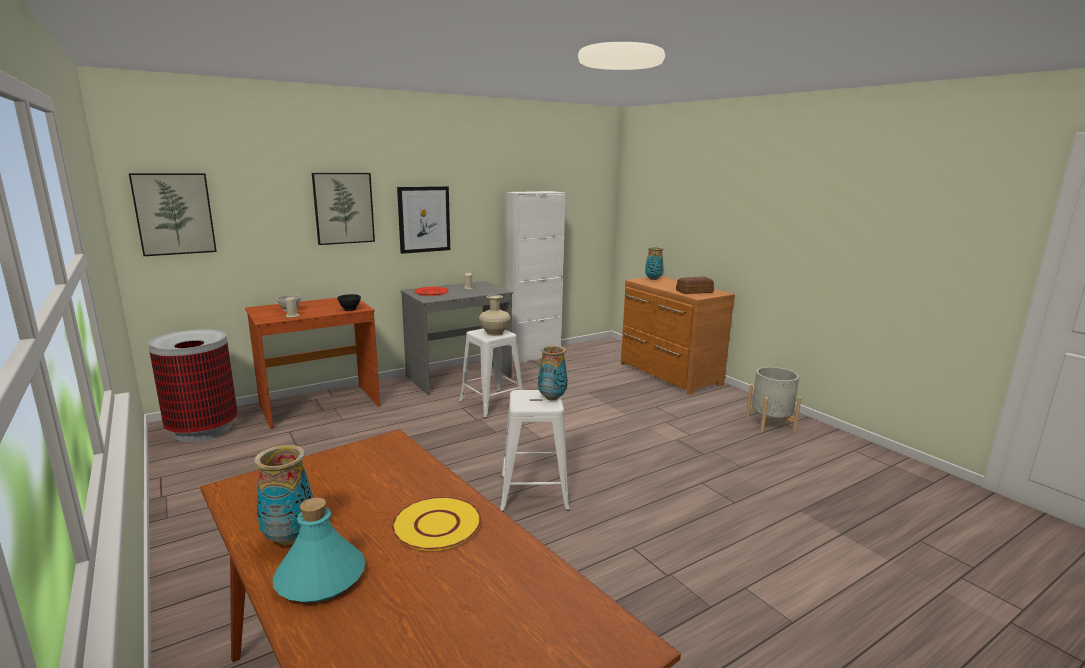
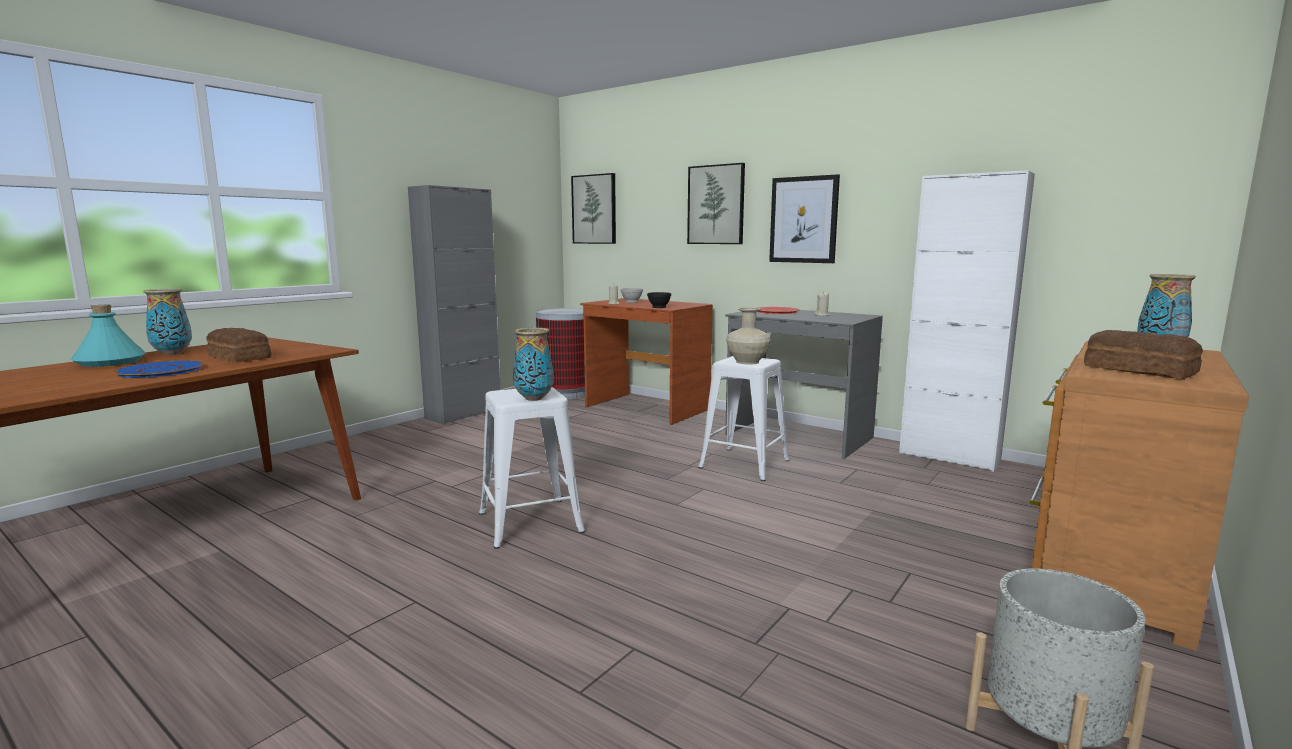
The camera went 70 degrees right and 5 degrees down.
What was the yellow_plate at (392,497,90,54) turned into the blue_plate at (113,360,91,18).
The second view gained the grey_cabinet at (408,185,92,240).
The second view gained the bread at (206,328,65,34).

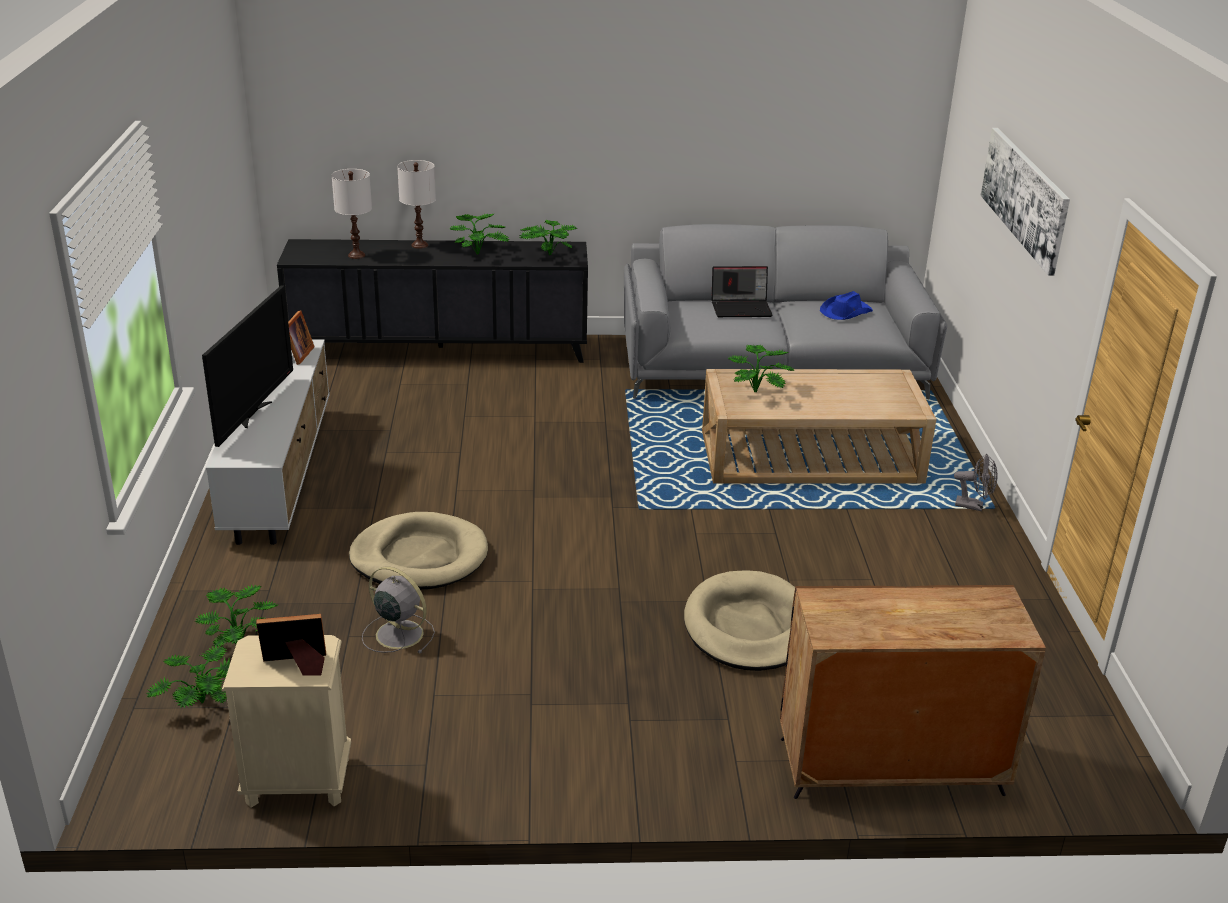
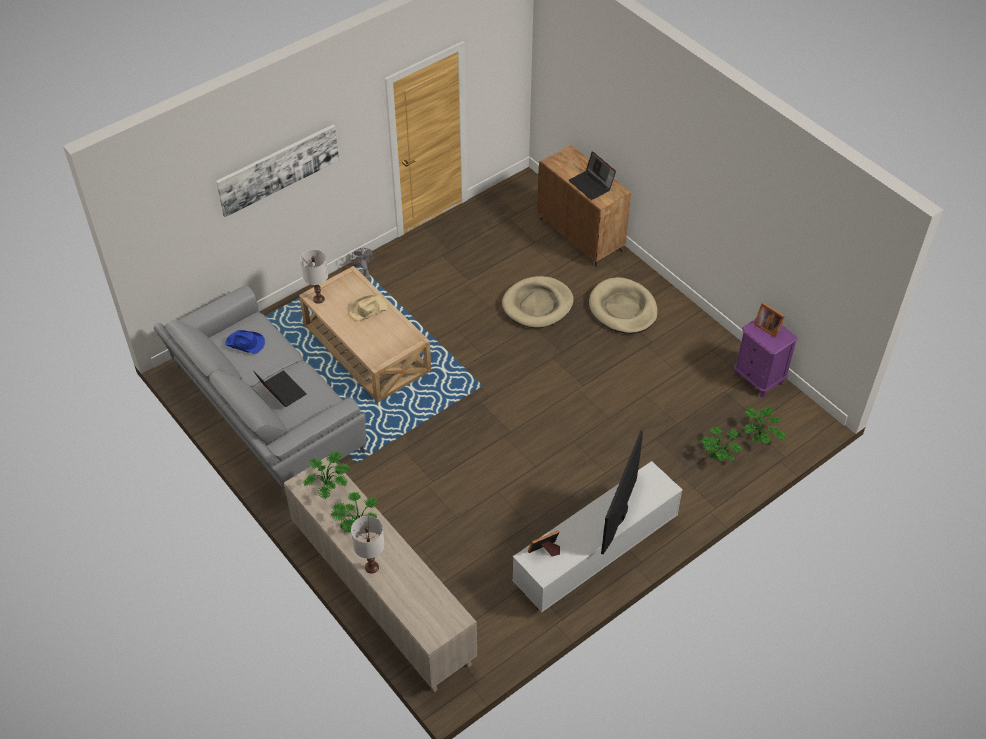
The camera went 125 degrees left and 20 degrees up.
The white_table_lamp ended up elsewhere, having gone from (332,169,40,90) to (300,249,28,55).
What was the black_cabinet at (277,239,311,124) turned into the beige_cabinet at (284,455,193,237).
The television at (202,285,91,162) ended up facing another way, 45 degrees counterclockwise from before.
The second view lost the potted_plant at (729,345,65,48).
The beige_dog_bed ended up elsewhere, having gone from (349,512,139,78) to (589,277,69,57).
The second view lost the grey_fan at (362,567,73,86).
What was the beige_nightstand at (222,635,129,173) turned into the purple_nightstand at (734,320,64,77).
The second view gained the laptop at (569,151,47,49).
The second view gained the beige_hat at (349,295,39,26).

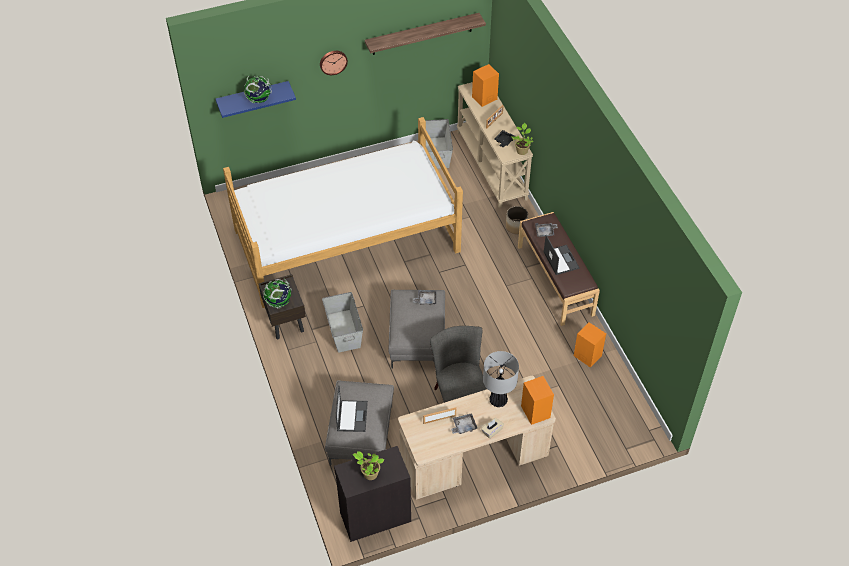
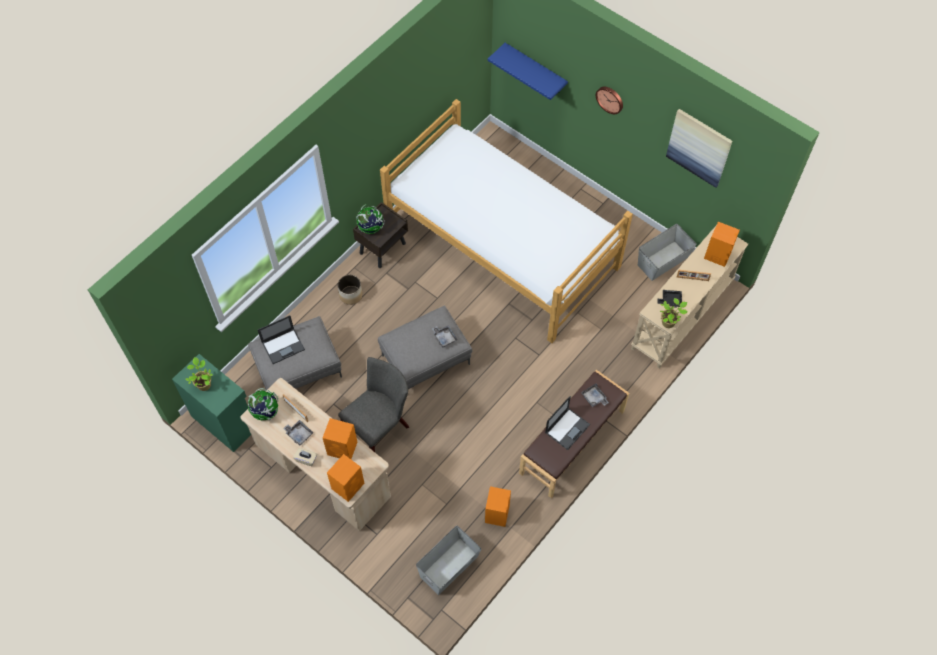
The camera went 60 degrees right and 10 degrees up.
Where the shelf hung at (365,13,121,42), the picture came to hang at (666,109,66,79).
The globe ended up elsewhere, having gone from (244,75,28,28) to (248,388,30,32).
The planter ended up elsewhere, having gone from (506,206,22,28) to (337,275,26,30).
The grey_storage_box ended up elsewhere, having gone from (322,292,41,61) to (416,526,65,69).
Where the table_lamp stood at (483,351,36,56), the orange_speaker came to stand at (323,418,34,41).
What was the black_cabinet at (334,446,77,96) turned into the green_cabinet at (172,354,79,98).

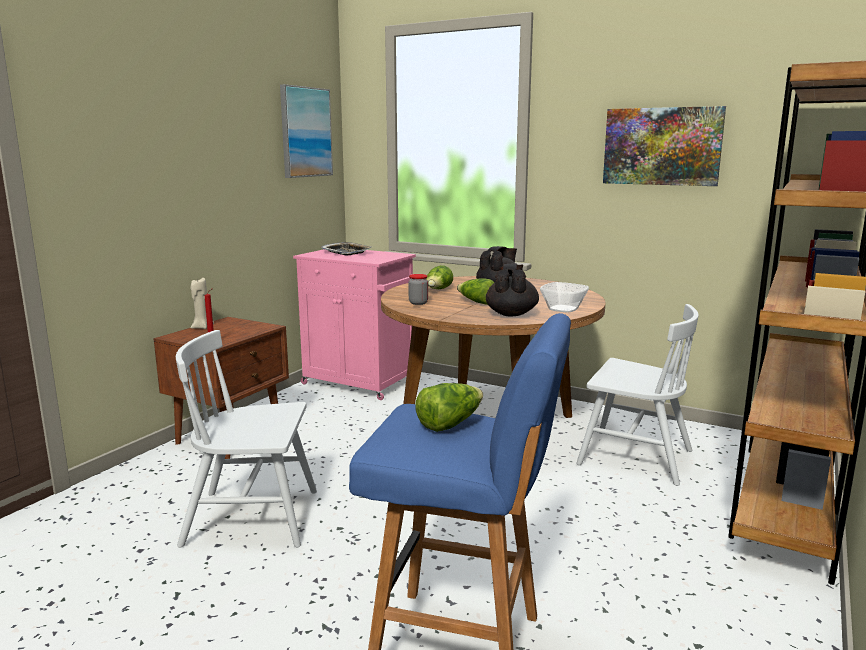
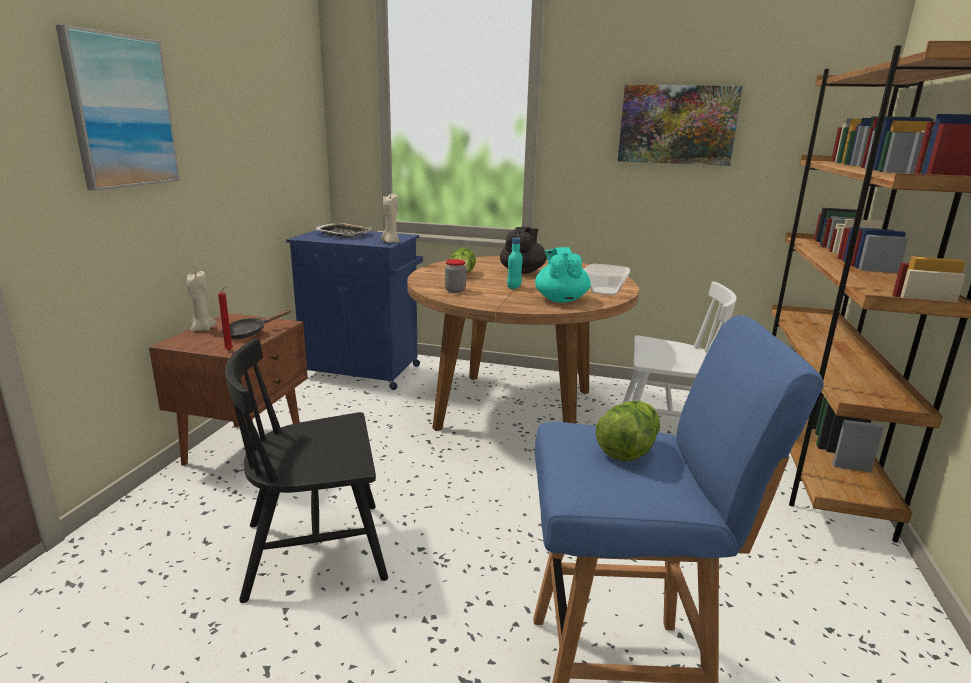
The camera went 15 degrees left and 5 degrees up.
The picture ended up elsewhere, having gone from (280,84,53,94) to (56,25,124,166).
What was the pink_cabinet at (293,249,123,151) turned into the blue_cabinet at (286,230,137,160).
What was the black_teapot at (486,264,53,52) turned into the turquoise_teapot at (535,247,56,56).
Where the lettuce stood at (457,278,37,27), the turquoise_bottle came to stand at (507,238,16,51).
What was the white_chair at (176,330,141,217) turned into the black_chair at (225,338,163,265).
The second view gained the beige_candle at (381,194,18,49).
The second view gained the black_frying_pan at (221,310,70,29).

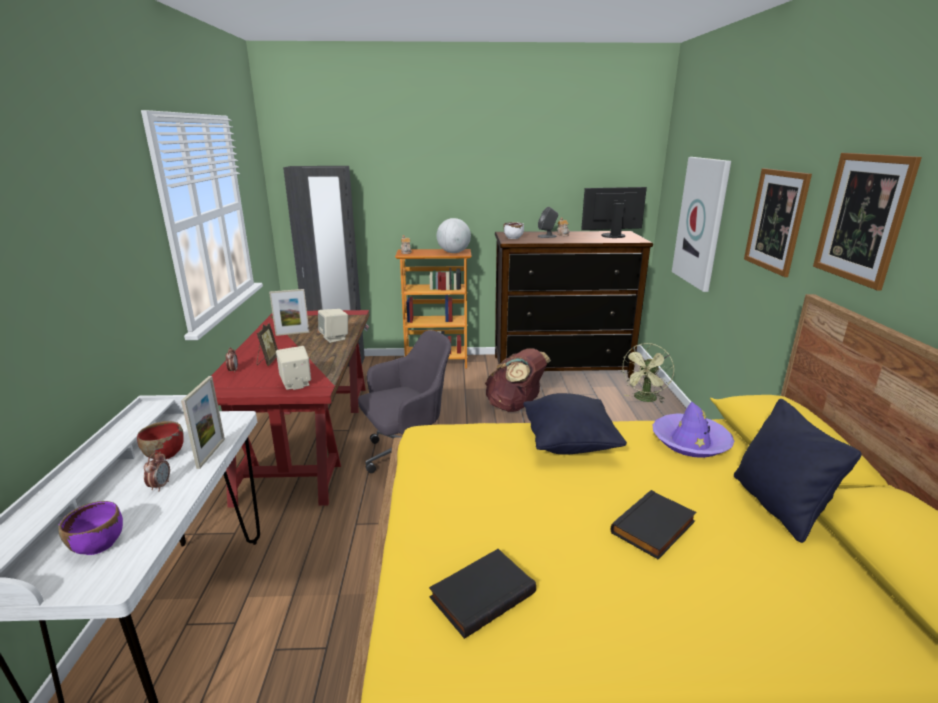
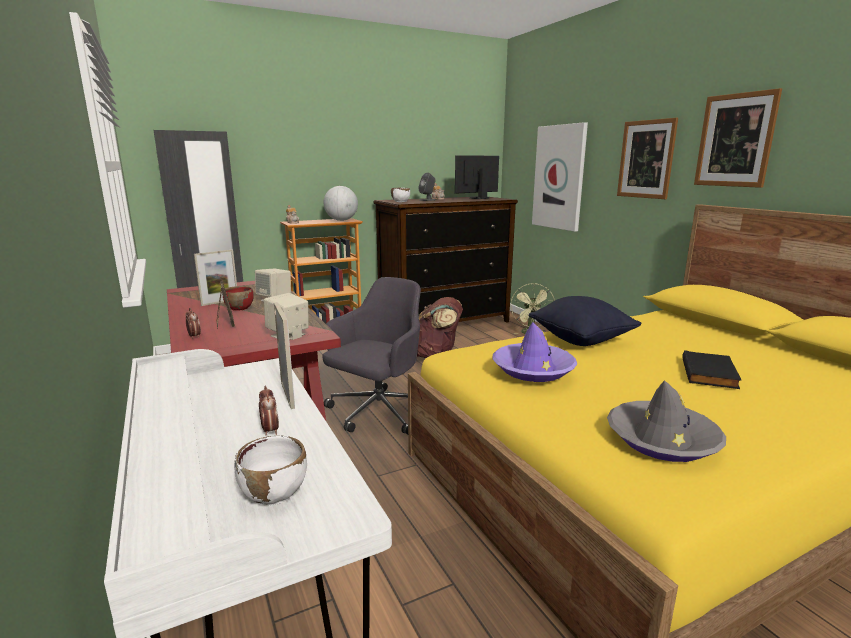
The camera went 25 degrees left and 5 degrees down.
The second view lost the black_pillow at (734,399,128,144).
The purple_hat ended up elsewhere, having gone from (652,402,83,56) to (492,322,85,60).
The red_bowl ended up elsewhere, having gone from (137,421,47,38) to (223,286,30,25).
What was the purple_bowl at (58,501,65,54) turned into the white_bowl at (234,436,73,69).
Where the black_book stood at (429,549,107,90), the grey_hat came to stand at (607,380,119,82).

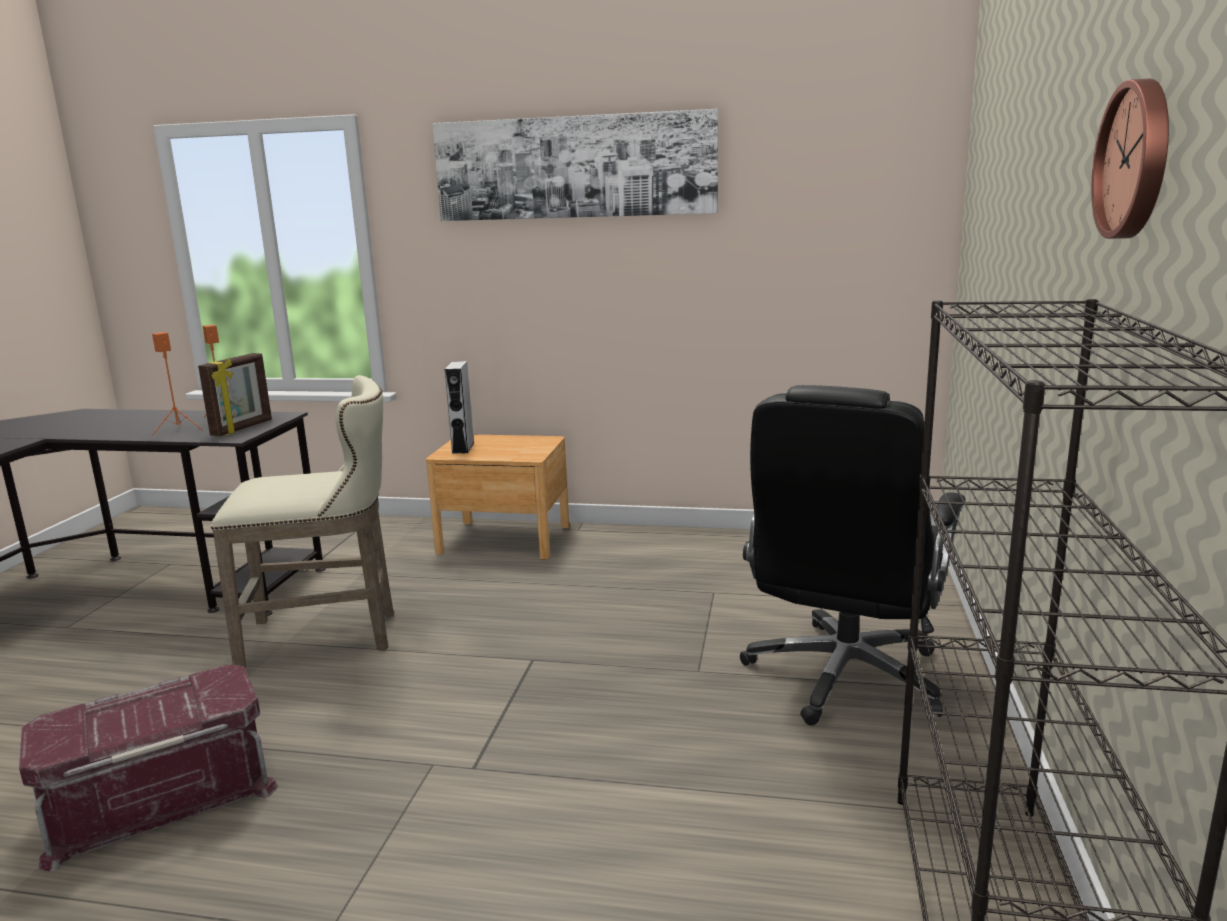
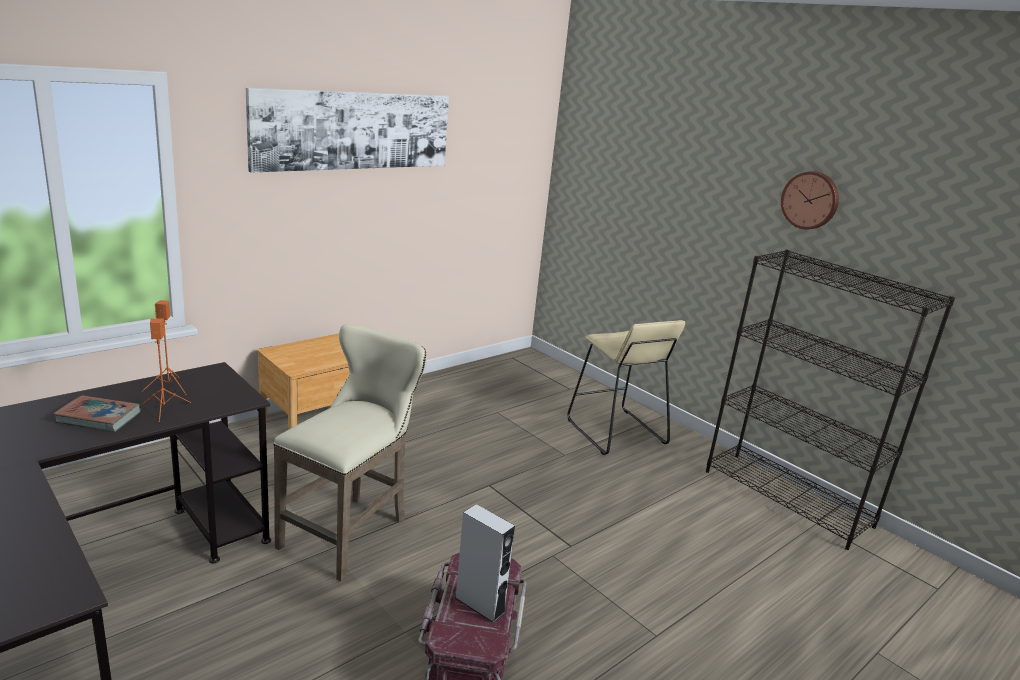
The camera went 55 degrees left and 5 degrees up.
The second view lost the picture_frame at (198,353,74,83).
The grey_speaker ended up elsewhere, having gone from (445,361,29,93) to (455,504,60,119).
Where the black_office_chair stood at (740,385,226,341), the beige_stool came to stand at (568,320,117,135).
The second view gained the book at (53,395,88,37).

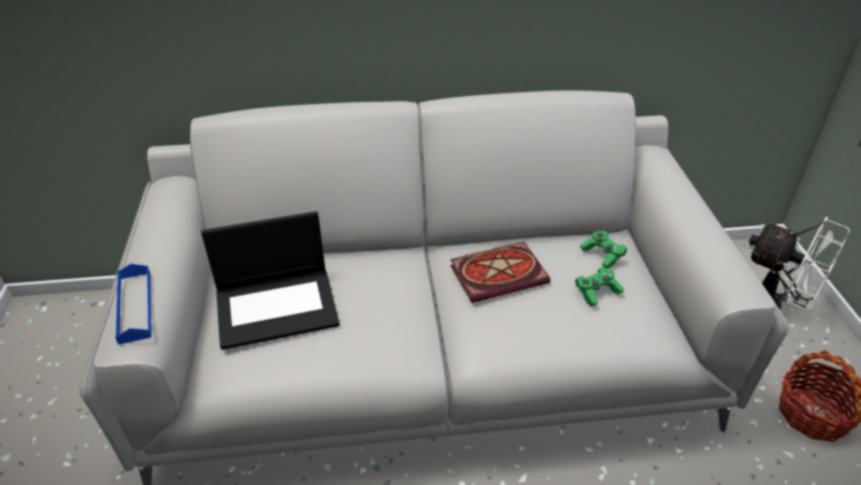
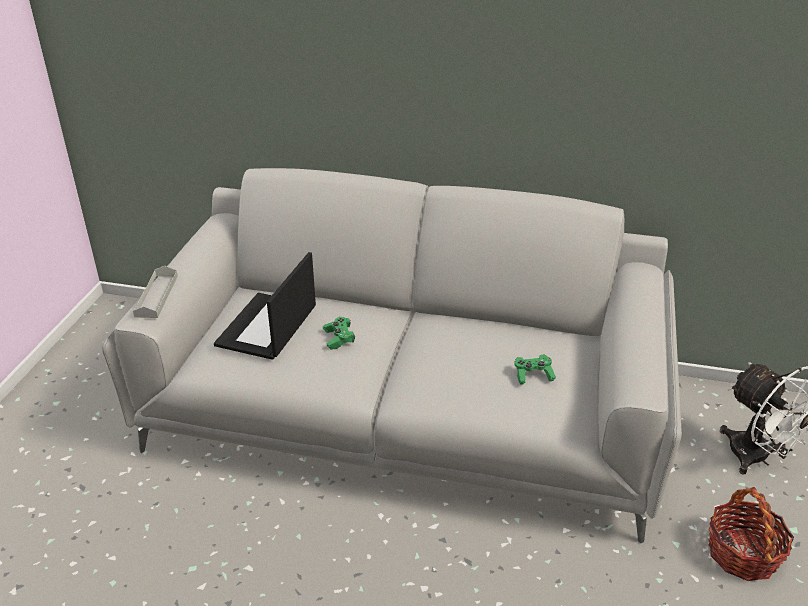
The camera went 20 degrees right and 5 degrees down.
The laptop at (201,211,139,139) ended up facing another way, 105 degrees clockwise from before.
The green_game_controller ended up elsewhere, having gone from (580,231,47,38) to (323,317,32,33).
The second view lost the book at (450,242,100,61).
What was the blue_tray at (115,264,36,81) turned into the grey_tray at (133,266,45,52).

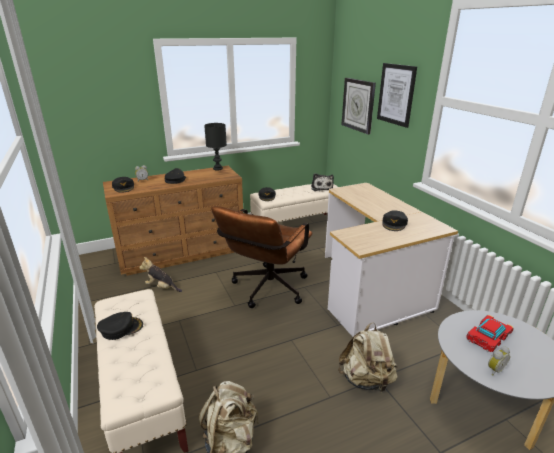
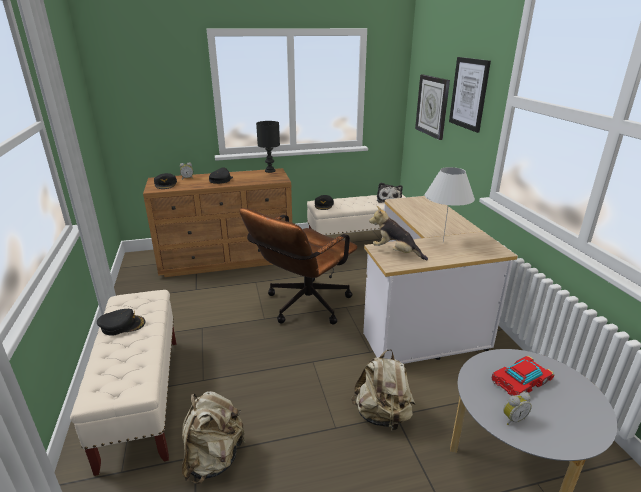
The camera went 10 degrees right and 0 degrees up.
Where the black_cap stood at (382,210,26,21), the white_table_lamp came to stand at (425,167,50,75).
The plush_toy ended up elsewhere, having gone from (139,257,43,35) to (369,206,59,54).

